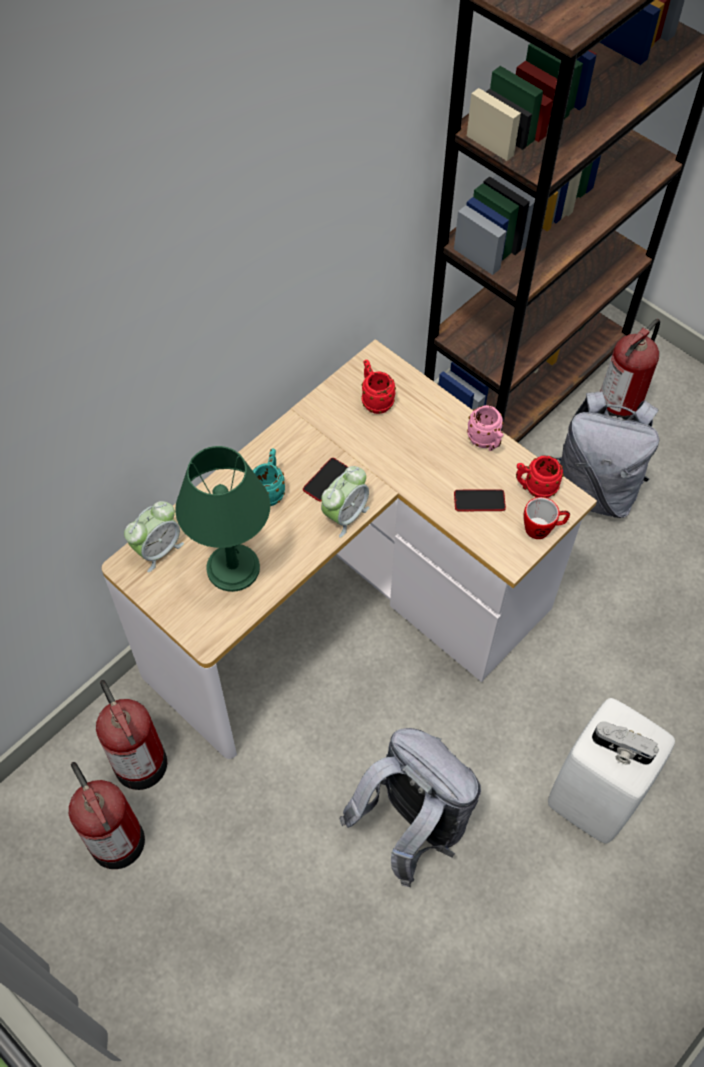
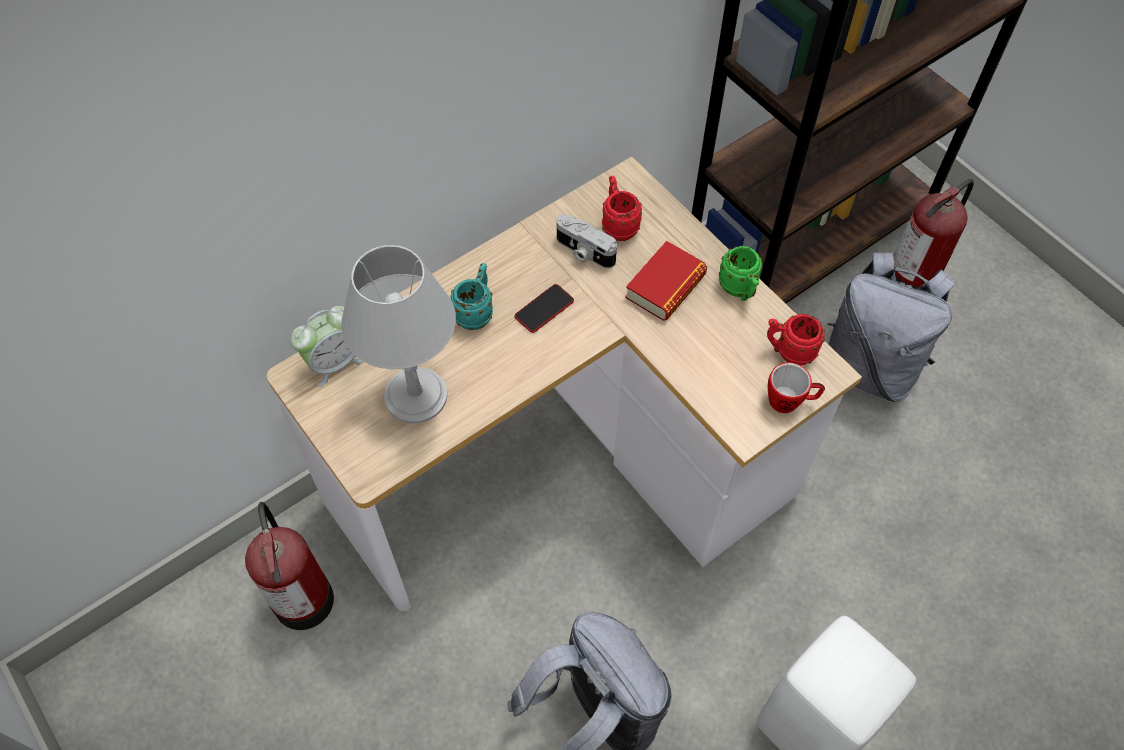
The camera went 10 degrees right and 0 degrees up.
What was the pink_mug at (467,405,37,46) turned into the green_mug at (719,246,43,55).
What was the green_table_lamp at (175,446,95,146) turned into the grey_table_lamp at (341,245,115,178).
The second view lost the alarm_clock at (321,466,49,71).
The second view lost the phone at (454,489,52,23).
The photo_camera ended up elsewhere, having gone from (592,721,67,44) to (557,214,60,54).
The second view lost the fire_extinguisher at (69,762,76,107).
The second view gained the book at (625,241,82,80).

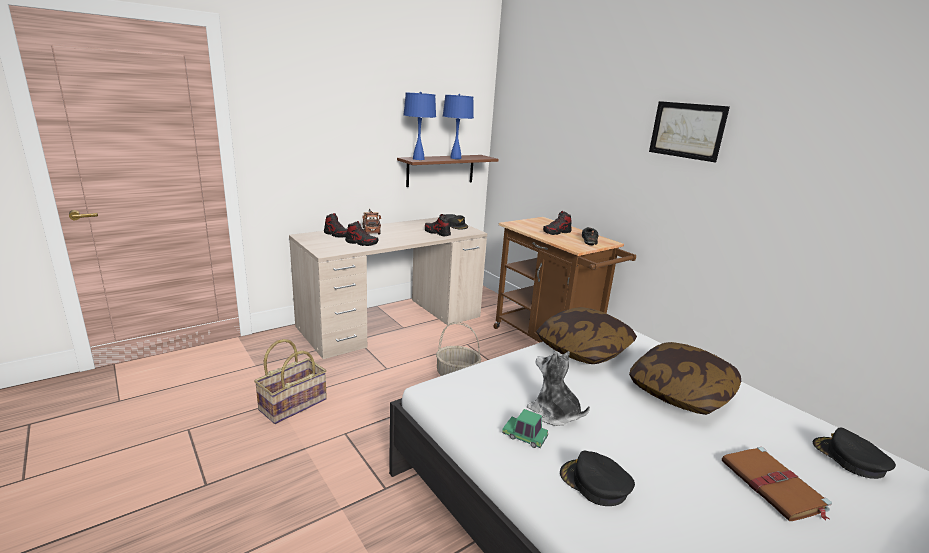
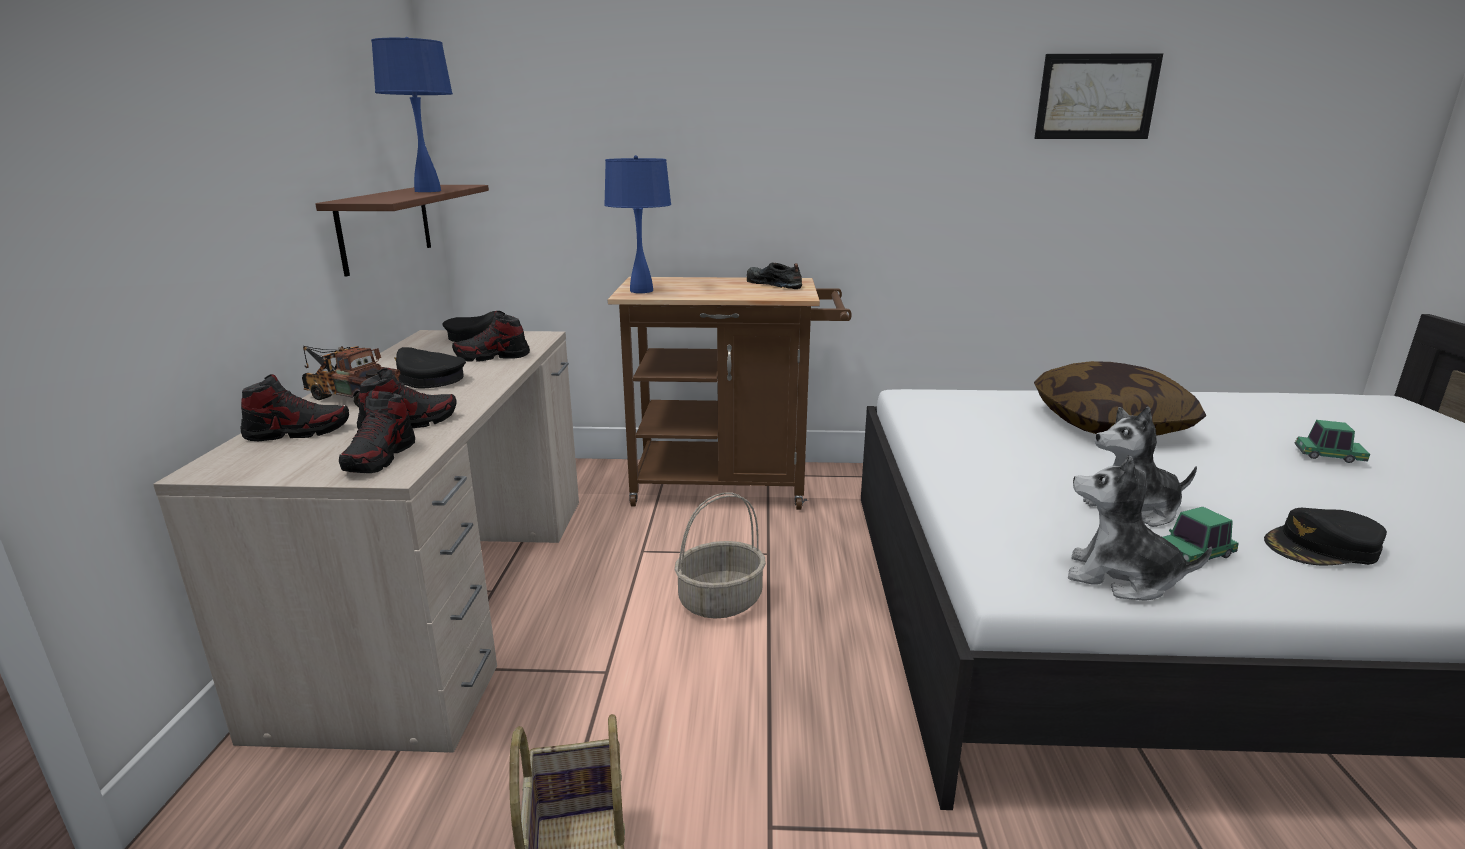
The camera went 50 degrees left and 0 degrees up.
The blue_table_lamp ended up elsewhere, having gone from (404,92,32,68) to (604,155,67,138).
The picture ended up elsewhere, having gone from (649,101,81,61) to (1034,53,129,86).
The shoe ended up elsewhere, having gone from (543,211,29,24) to (339,391,76,82).
The second view lost the pillow at (536,307,101,57).
The black_cap ended up elsewhere, having gone from (813,428,83,51) to (394,347,72,42).
Where the brown_book stood at (722,447,110,74), the toy_car came to stand at (1294,420,76,43).
The second view gained the plush_toy at (1068,455,144,146).

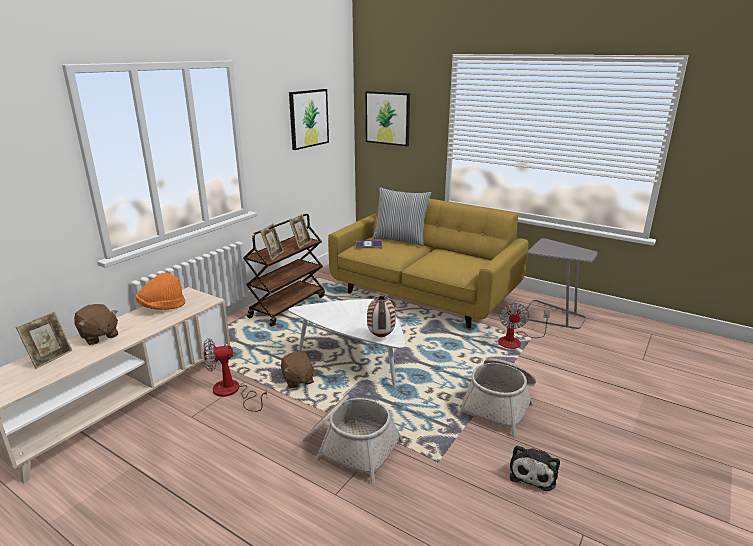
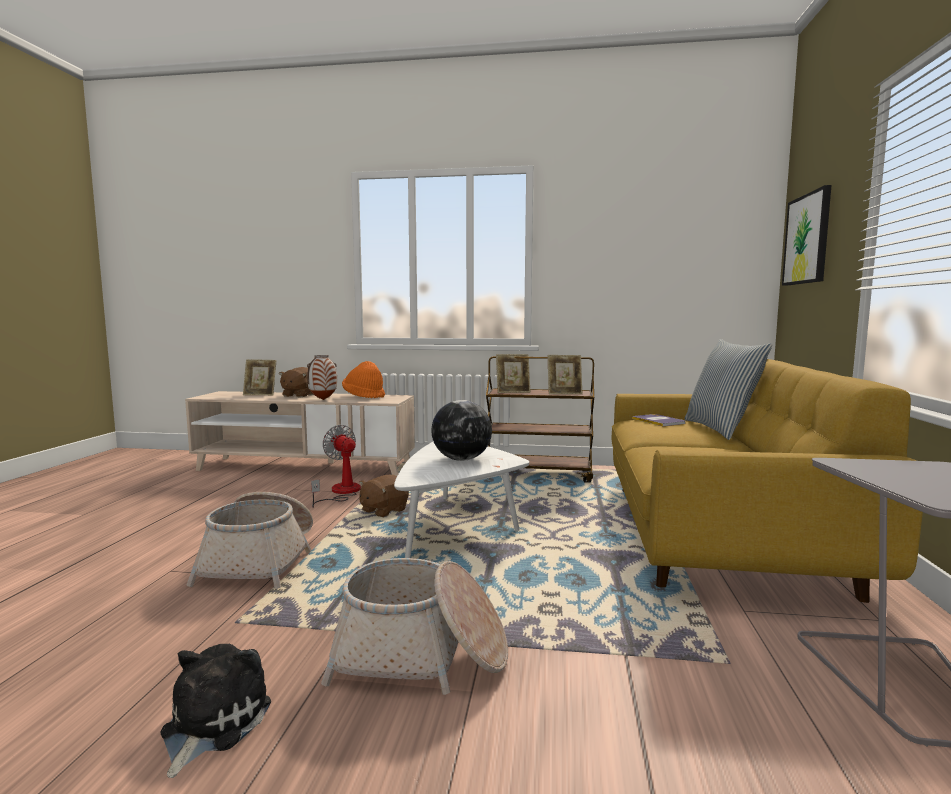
The camera went 65 degrees right and 15 degrees down.
The second view lost the picture at (289,89,40,61).
The vase ended up elsewhere, having gone from (367,294,29,43) to (307,355,30,45).
The second view lost the fan at (498,302,52,47).
The plush_toy at (510,445,50,46) ended up facing another way, 105 degrees clockwise from before.
The second view gained the globe at (431,400,61,61).

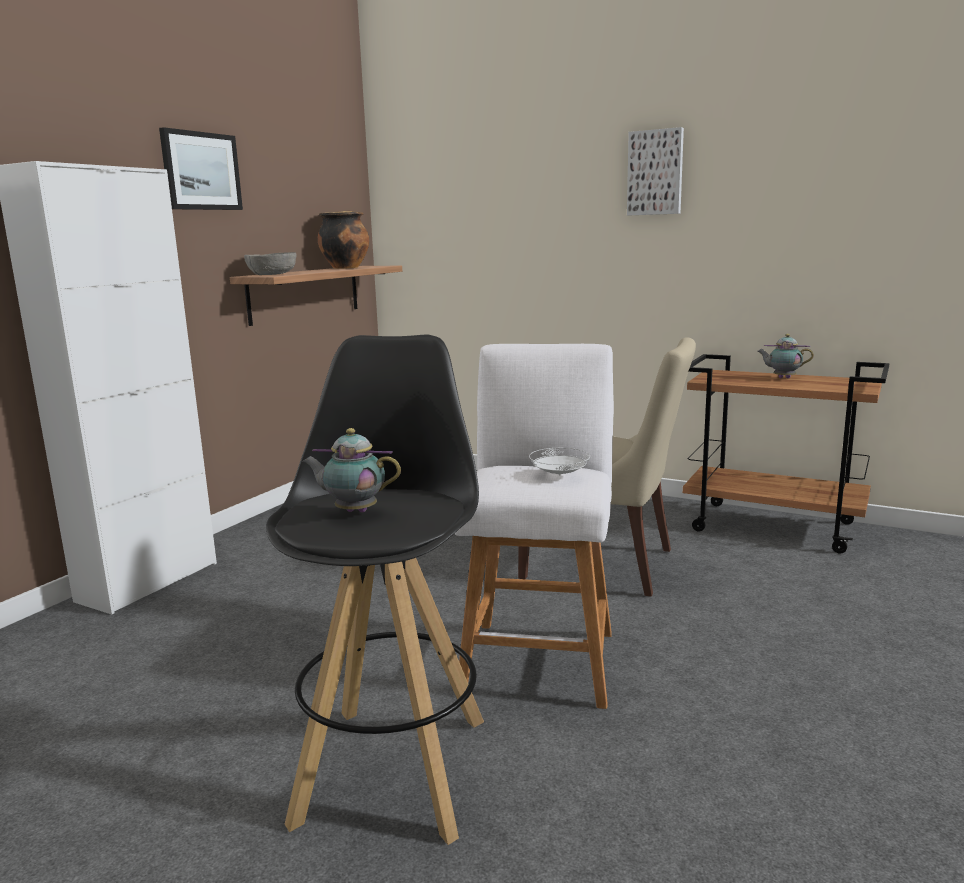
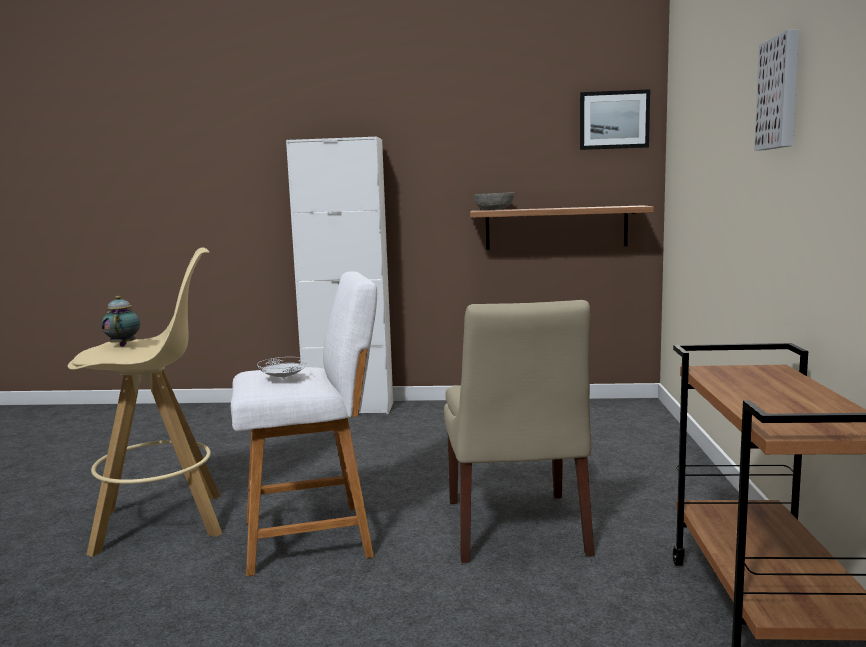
The camera went 65 degrees right and 5 degrees down.
The picture ended up elsewhere, having gone from (159,127,84,83) to (580,89,70,61).
The second view lost the cooking_pot at (318,211,51,58).
The second view lost the teapot at (757,334,57,45).
What was the black_stool at (266,335,218,510) turned into the beige_stool at (68,248,155,309).

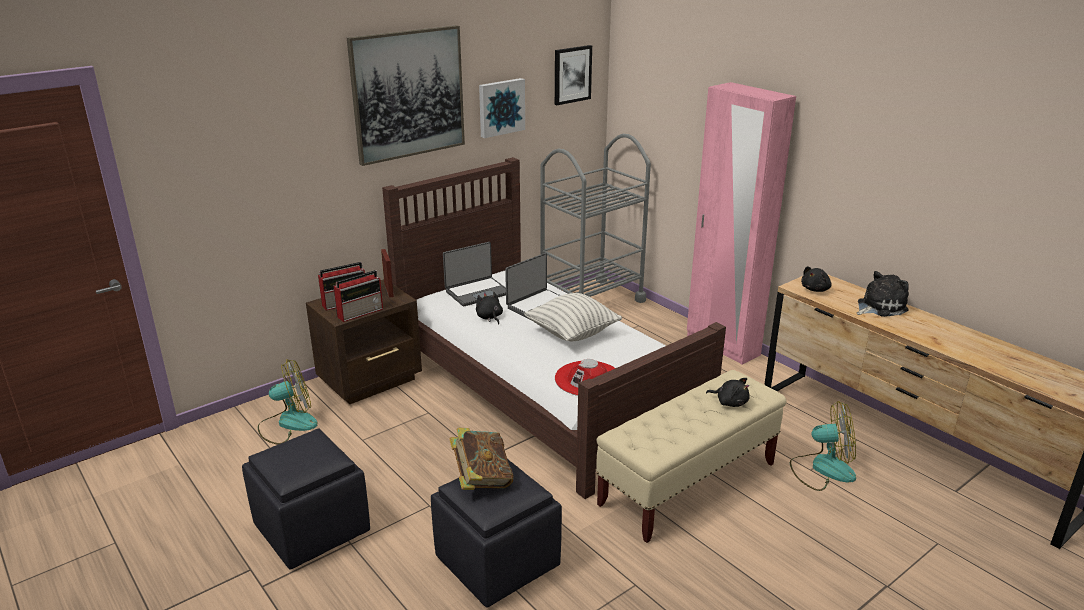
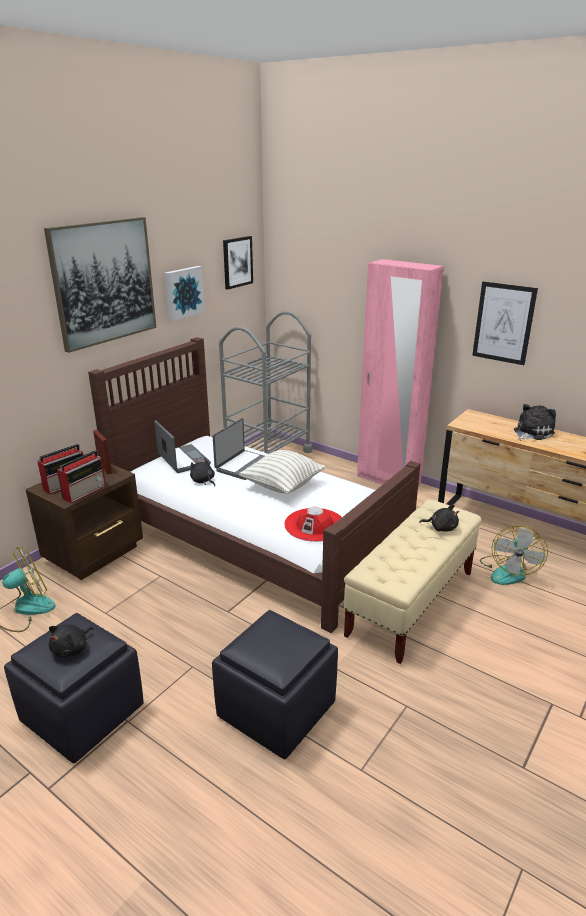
The camera went 15 degrees left and 0 degrees up.
The laptop at (443,242,63,65) ended up facing another way, 75 degrees counterclockwise from before.
The black_plush_toy ended up elsewhere, having gone from (801,266,31,26) to (49,624,45,33).
The fan at (790,401,66,90) ended up facing another way, 120 degrees clockwise from before.
The second view lost the book at (450,428,63,62).
The second view gained the picture at (472,282,66,83).

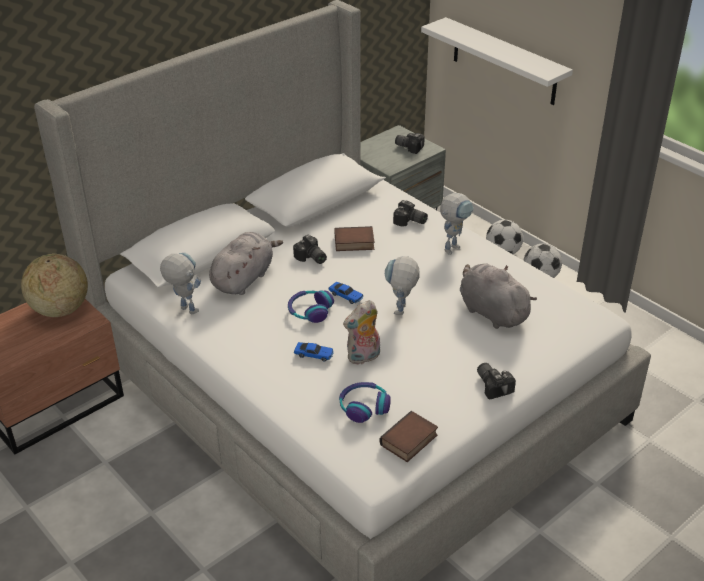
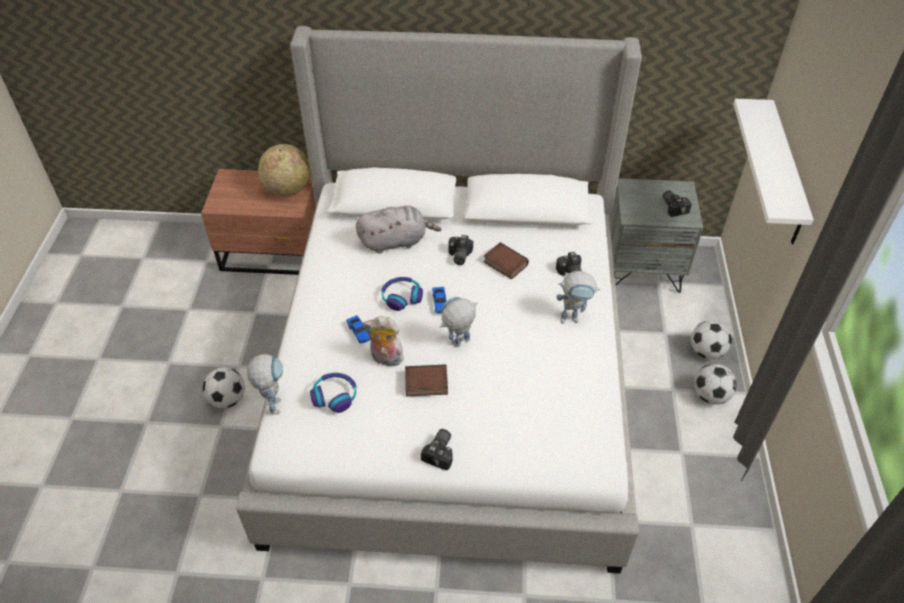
The camera went 45 degrees right and 10 degrees up.
The toy_robot ended up elsewhere, having gone from (160,253,41,61) to (247,354,36,61).
The second view lost the grey_plush_toy at (460,263,77,66).
The book ended up elsewhere, having gone from (379,411,59,51) to (405,364,43,32).
The second view gained the football at (202,367,43,41).

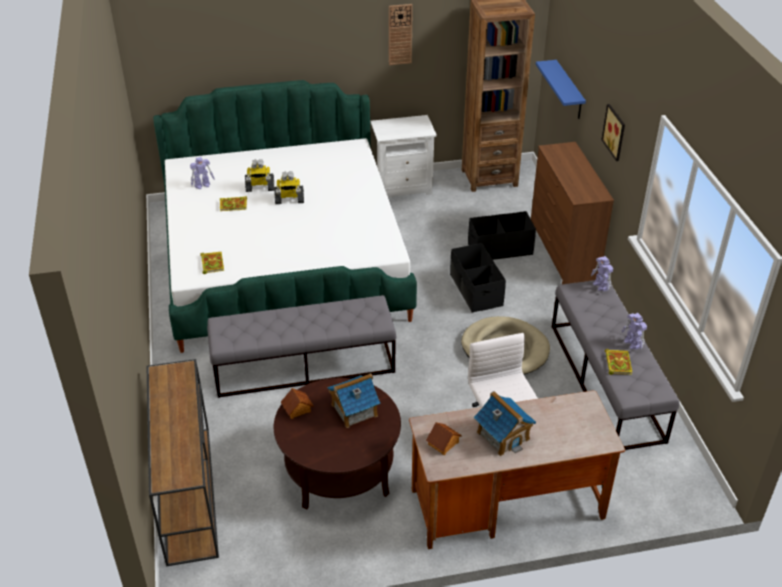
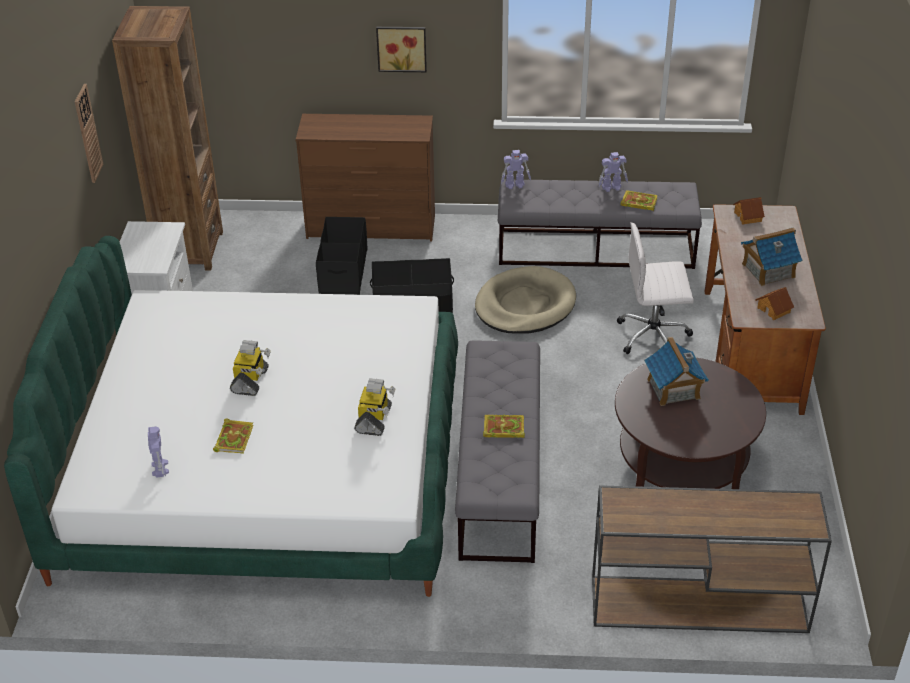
The camera went 75 degrees left and 0 degrees up.
The second view lost the blue_shelf at (536,60,50,59).
The toy_robot ended up elsewhere, having gone from (245,159,29,33) to (354,378,42,58).
The book ended up elsewhere, having gone from (200,251,24,23) to (483,415,42,23).
The toy_house ended up elsewhere, having gone from (281,388,32,31) to (733,197,32,28).

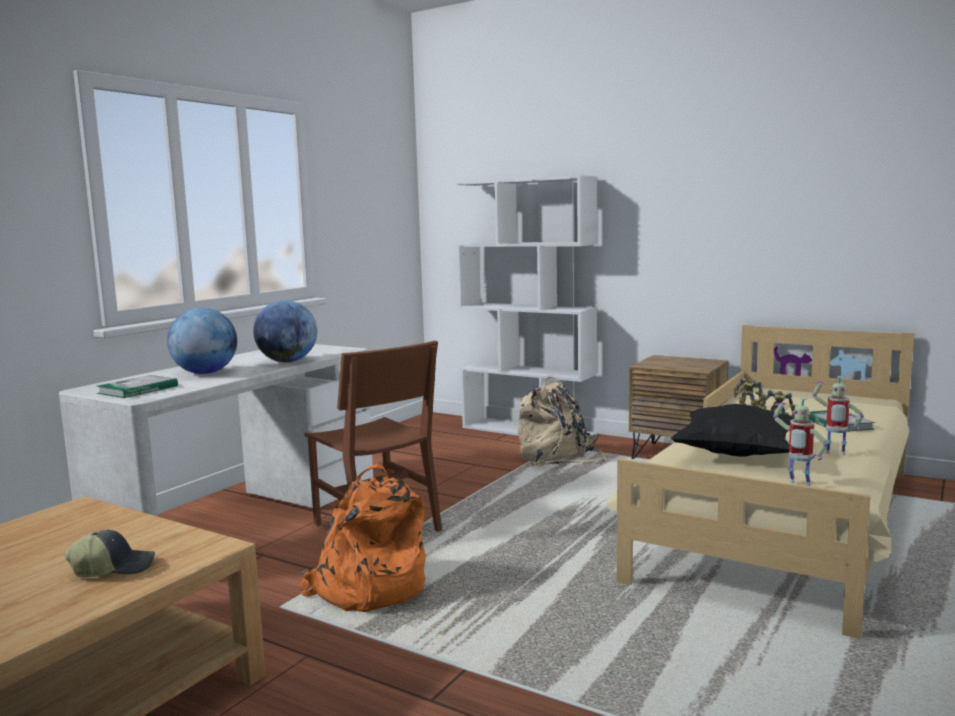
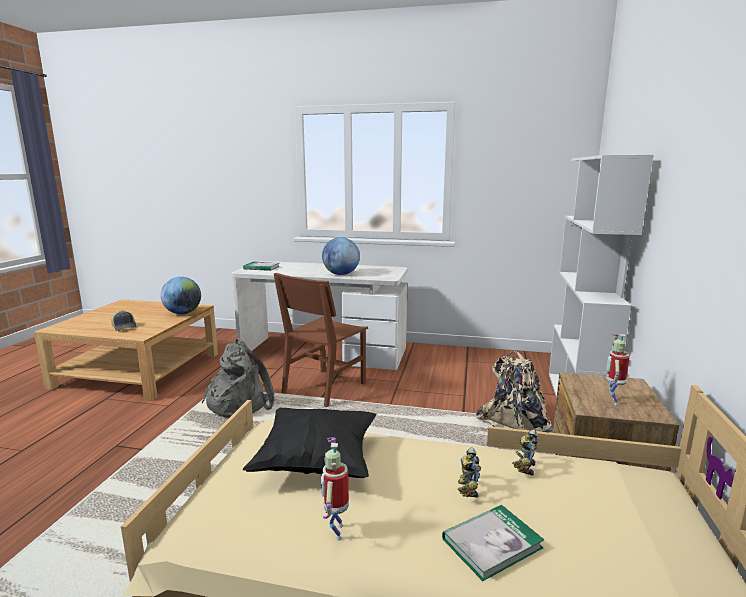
The camera went 70 degrees right and 5 degrees up.
The globe ended up elsewhere, having gone from (167,308,70,66) to (161,277,40,37).
The toy_robot ended up elsewhere, having gone from (773,398,55,88) to (606,334,24,72).
What was the orange_backpack at (300,464,126,148) turned into the grey_backpack at (201,338,74,80).

